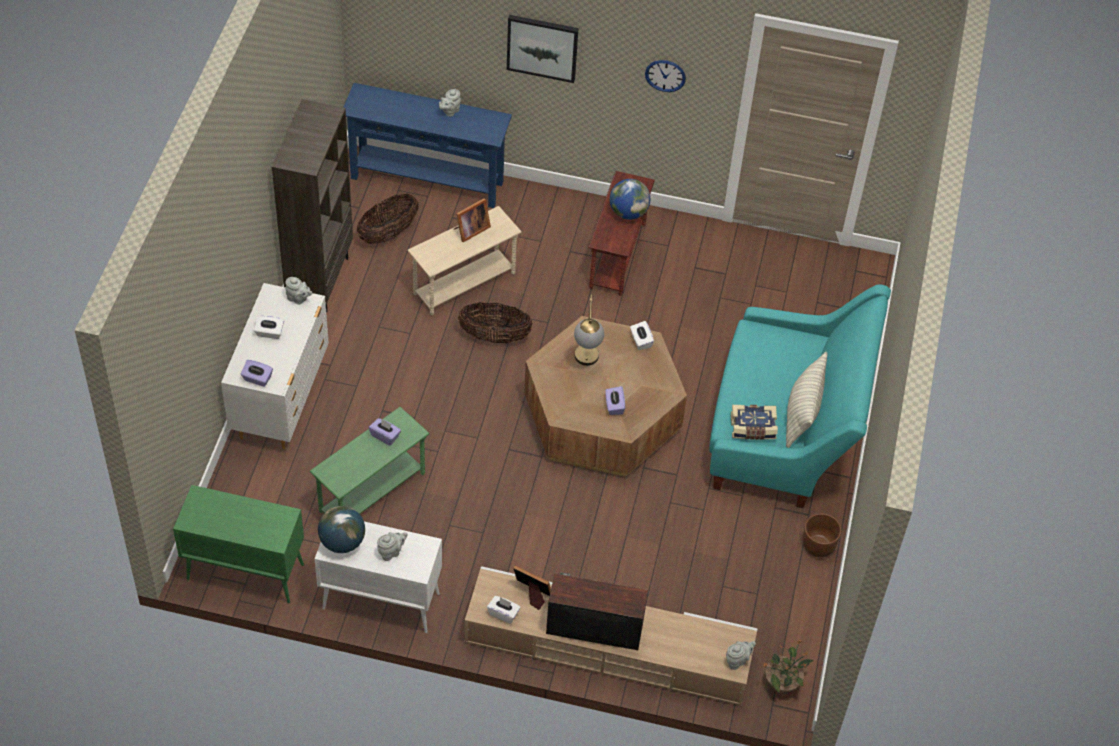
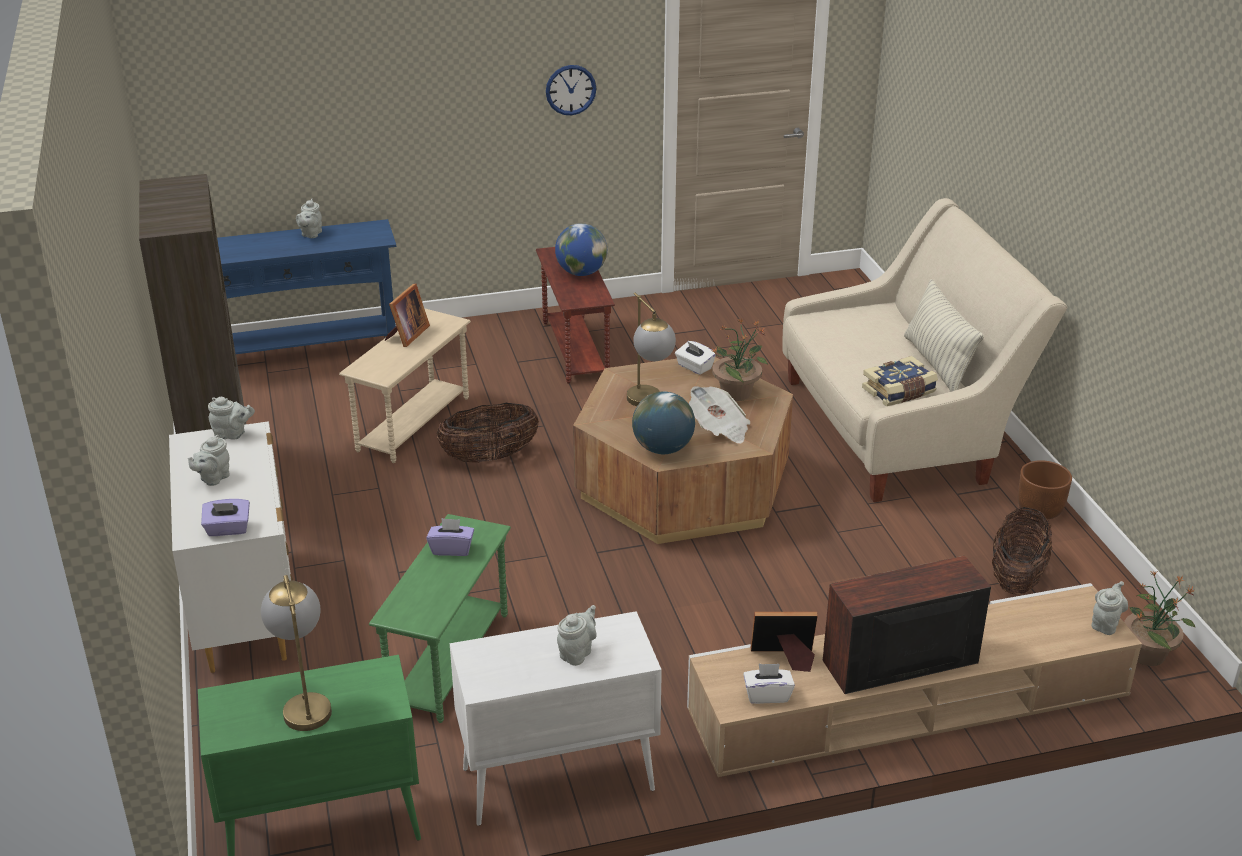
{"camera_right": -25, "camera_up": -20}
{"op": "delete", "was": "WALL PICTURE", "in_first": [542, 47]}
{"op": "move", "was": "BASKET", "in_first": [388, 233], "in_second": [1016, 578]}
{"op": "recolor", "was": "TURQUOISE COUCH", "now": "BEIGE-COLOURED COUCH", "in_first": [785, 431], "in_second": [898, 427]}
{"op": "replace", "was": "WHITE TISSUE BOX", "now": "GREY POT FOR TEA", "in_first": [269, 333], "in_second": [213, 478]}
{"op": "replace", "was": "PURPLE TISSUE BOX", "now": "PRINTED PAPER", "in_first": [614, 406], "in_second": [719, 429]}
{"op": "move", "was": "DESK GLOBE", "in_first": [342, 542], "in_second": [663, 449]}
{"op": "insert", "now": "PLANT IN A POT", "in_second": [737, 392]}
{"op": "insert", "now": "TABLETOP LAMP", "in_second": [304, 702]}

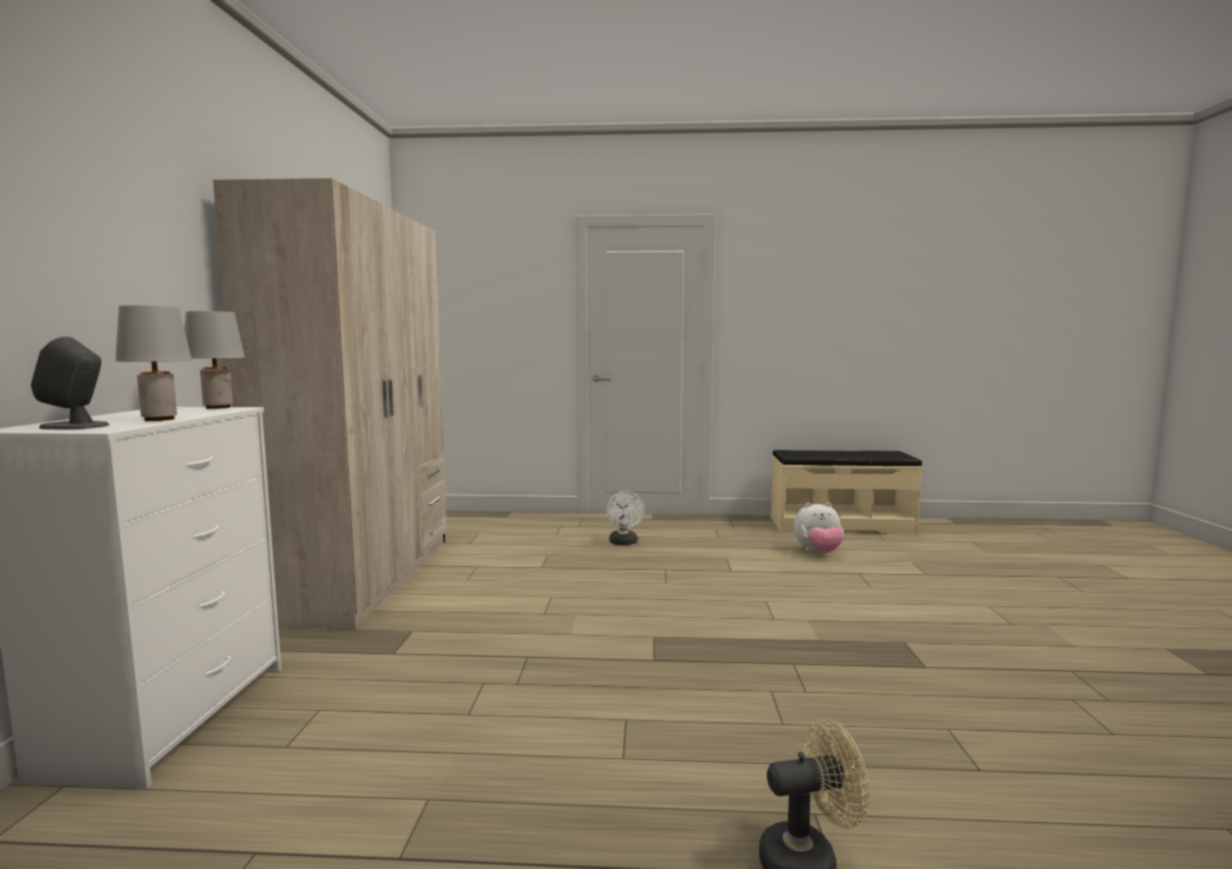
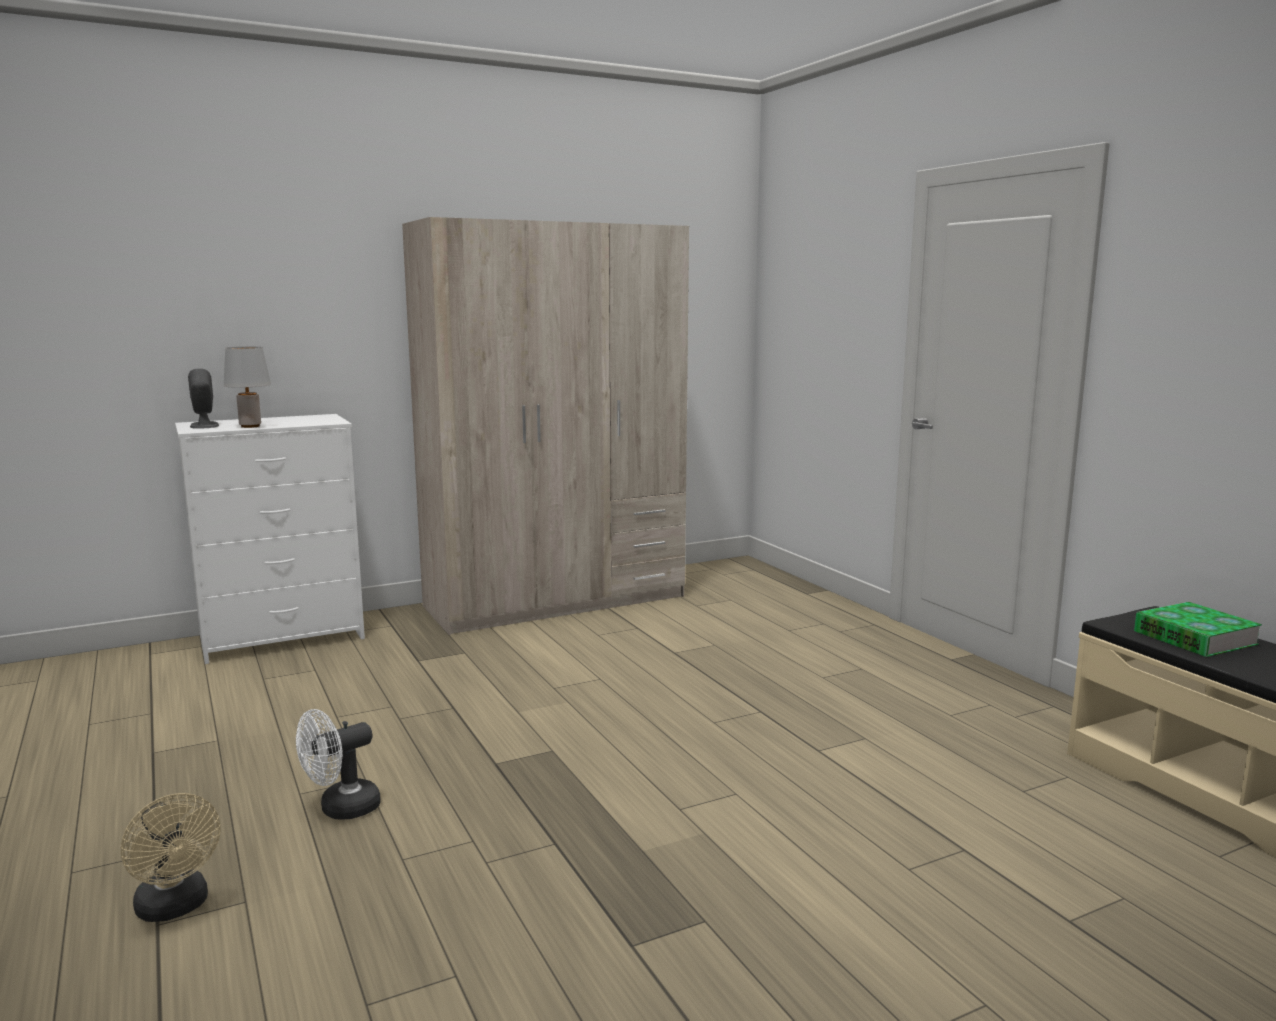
{"camera_right": 60, "camera_up": 5}
{"op": "delete", "was": "GREY TABLETOP LAMP", "in_first": [219, 407]}
{"op": "move", "was": "WHITE ELECTRIC FAN", "in_first": [624, 543], "in_second": [341, 809]}
{"op": "delete", "was": "CUDDLY TOY", "in_first": [818, 552]}
{"op": "insert", "now": "BOOK", "in_second": [1195, 638]}

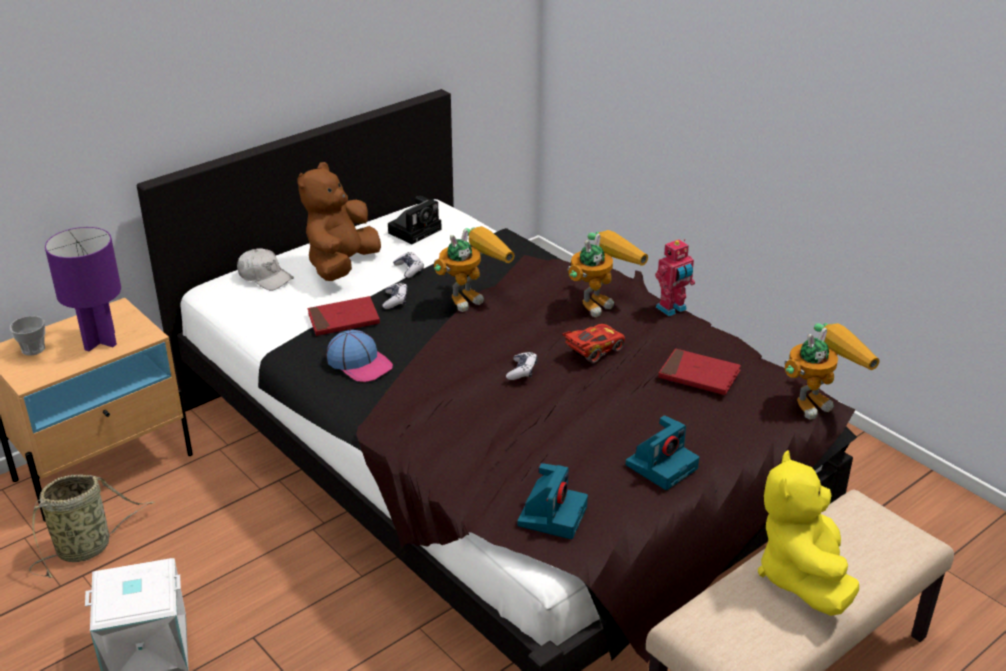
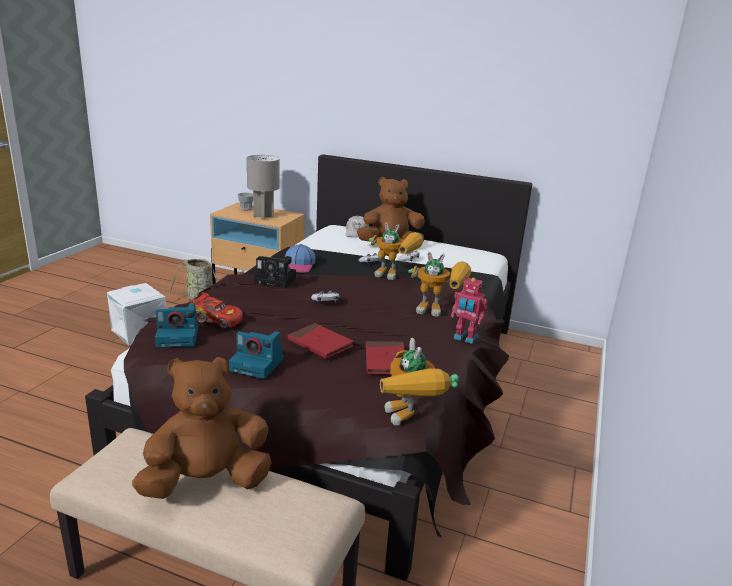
{"camera_right": 60, "camera_up": -10}
{"op": "move", "was": "PHOTO CAMERA", "in_first": [416, 230], "in_second": [277, 280]}
{"op": "recolor", "was": "PURPLE TABLETOP LAMP", "now": "GREY TABLETOP LAMP", "in_first": [99, 341], "in_second": [263, 216]}
{"op": "move", "was": "REDDISH BOOK", "in_first": [343, 319], "in_second": [320, 344]}
{"op": "rotate", "was": "TOY ROBOT", "in_first": [818, 400], "in_second": [410, 422], "clockwise": 45}
{"op": "move", "was": "REDDISH MODEL CAR", "in_first": [594, 351], "in_second": [217, 320]}
{"op": "recolor", "was": "YELLOW-COLOURED CUDDLY TOY", "now": "BROWN-COLOURED CUDDLY TOY", "in_first": [802, 576], "in_second": [207, 482]}

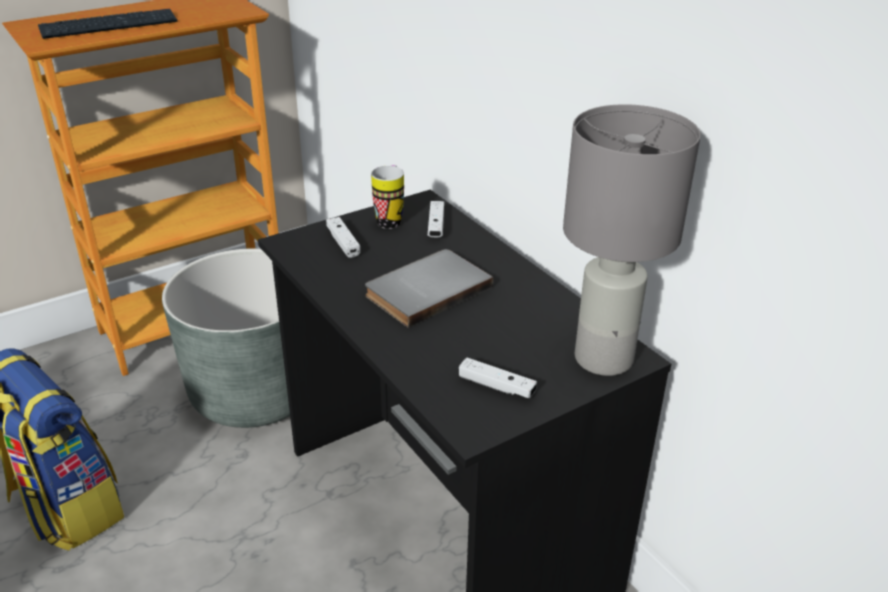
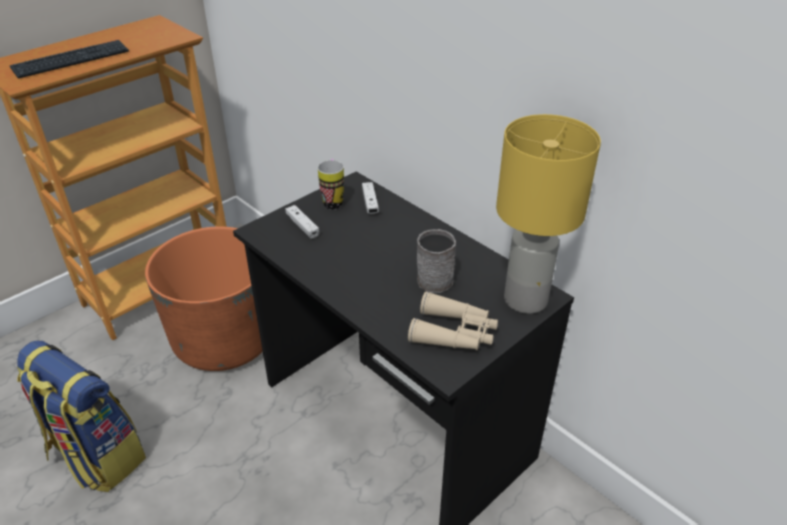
{"camera_right": -10, "camera_up": 5}
{"op": "recolor", "was": "GREY TABLETOP LAMP", "now": "YELLOW-COLOURED TABLETOP LAMP", "in_first": [603, 357], "in_second": [525, 299]}
{"op": "recolor", "was": "GREY PLANTER", "now": "ORANGEY PLANTER", "in_first": [255, 392], "in_second": [224, 339]}
{"op": "delete", "was": "GREY BOOK", "in_first": [425, 289]}
{"op": "replace", "was": "WHITE GAMEPAD", "now": "BEIGE-COLOURED FIELD GLASSES", "in_first": [496, 386], "in_second": [454, 333]}
{"op": "insert", "now": "GREY MUG", "in_second": [434, 276]}

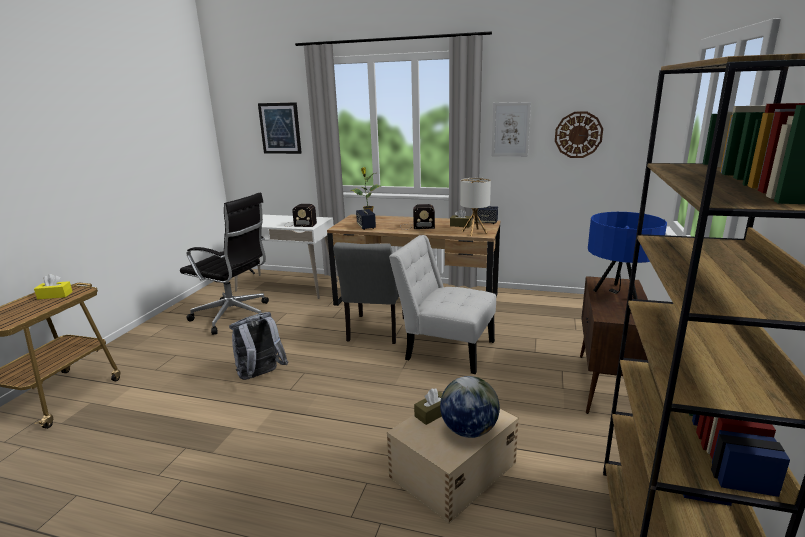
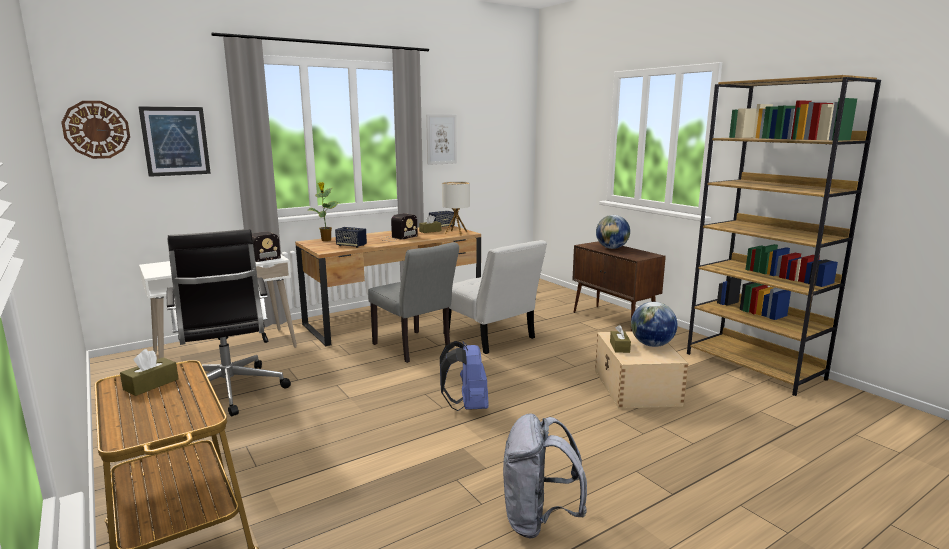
{"camera_right": -50, "camera_up": -5}
{"op": "move", "was": "CLOCK ON THE WALL", "in_first": [578, 135], "in_second": [96, 129]}
{"op": "rotate", "was": "BLACK OFFICE CHAIR", "in_first": [234, 316], "in_second": [229, 393], "clockwise": 90}
{"op": "replace", "was": "BLUE TABLETOP LAMP", "now": "DESK GLOBE", "in_first": [618, 293], "in_second": [612, 248]}
{"op": "rotate", "was": "WHITE CHAIR", "in_first": [445, 349], "in_second": [492, 338], "clockwise": -105}
{"op": "recolor", "was": "YELLOW-COLOURED TISSUE BOX", "now": "BROWN-COLOURED TISSUE BOX", "in_first": [55, 295], "in_second": [151, 384]}
{"op": "move", "was": "GREY RUCKSACK", "in_first": [261, 376], "in_second": [538, 520]}
{"op": "insert", "now": "BLUE RUCKSACK", "in_second": [467, 406]}

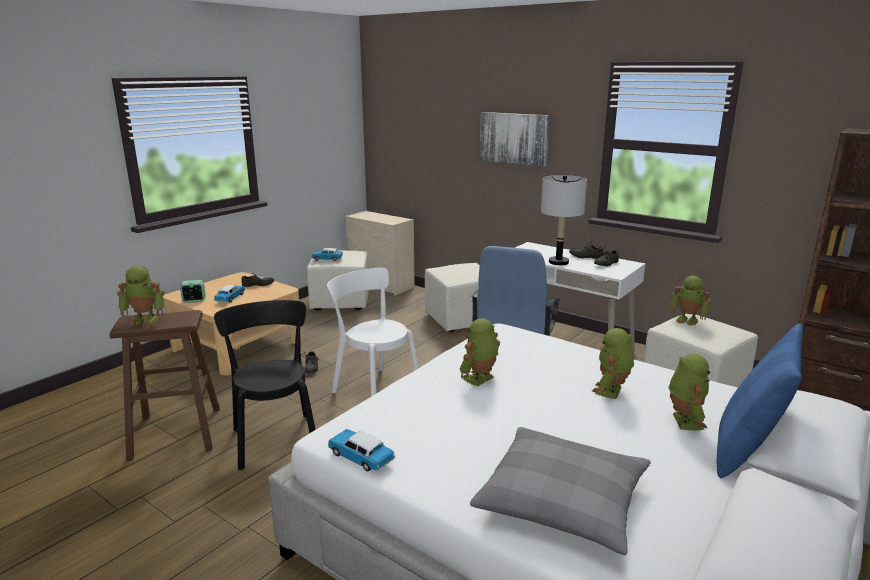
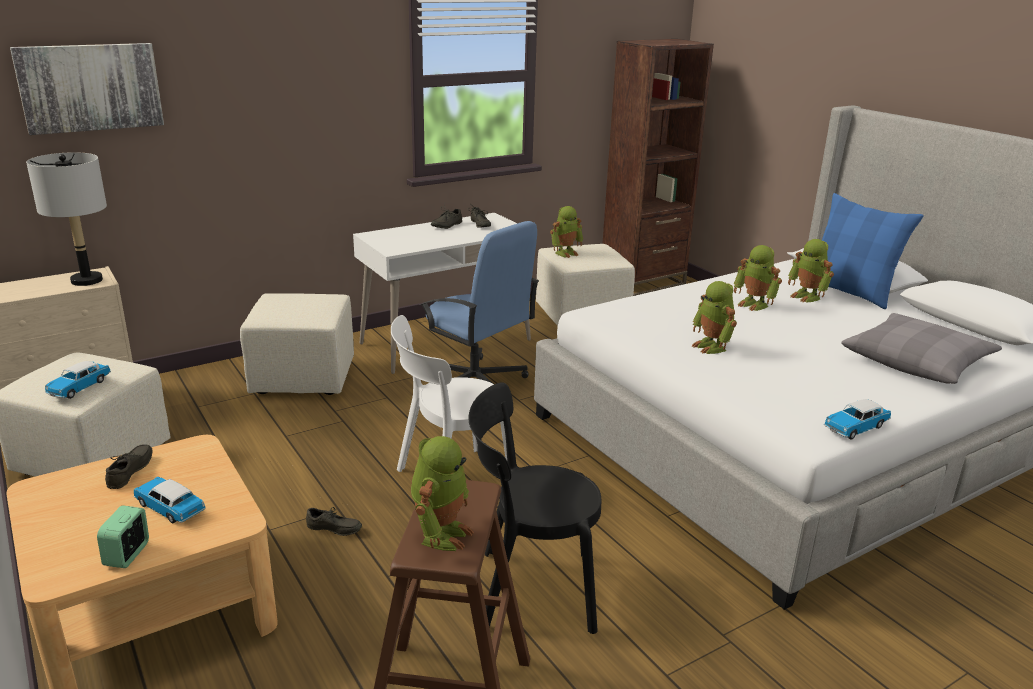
{"camera_right": -70, "camera_up": 5}
{"op": "move", "was": "WALL PICTURE", "in_first": [514, 138], "in_second": [90, 87]}
{"op": "move", "was": "GREY TABLETOP LAMP", "in_first": [558, 262], "in_second": [87, 280]}
{"op": "rotate", "was": "TOY ROBOT", "in_first": [684, 421], "in_second": [807, 296], "clockwise": -150}

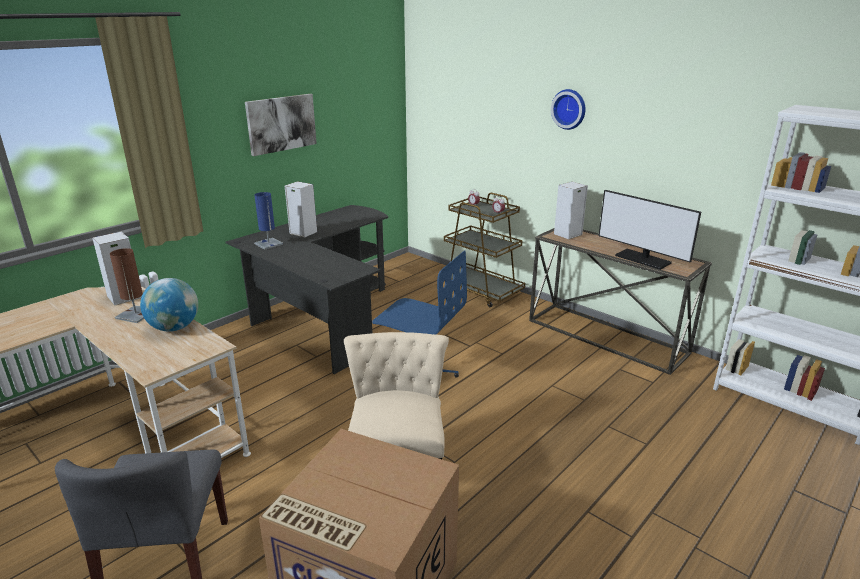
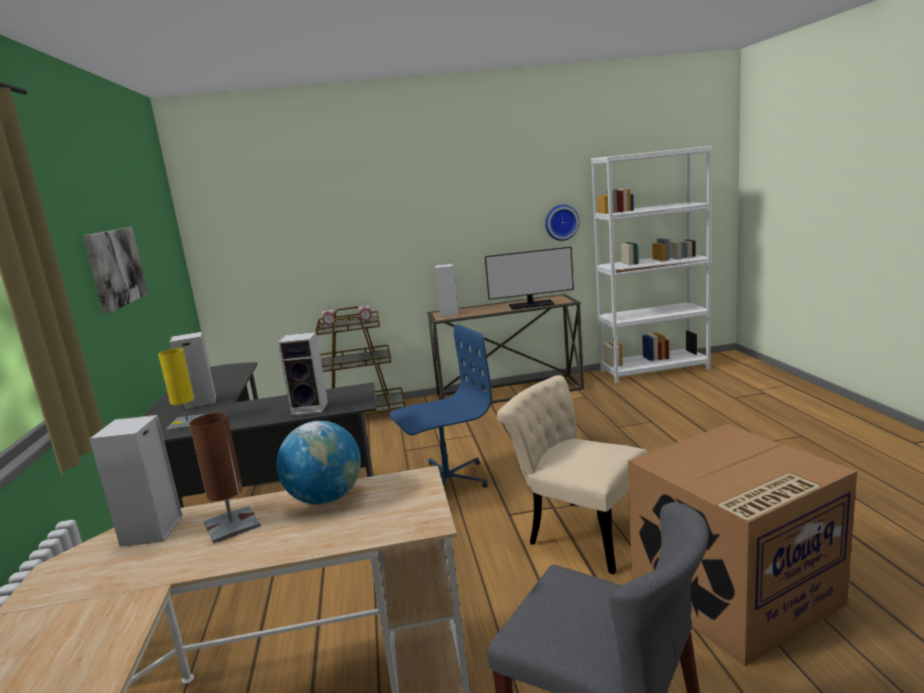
{"camera_right": -50, "camera_up": -10}
{"op": "move", "was": "CLOCK ON THE WALL", "in_first": [569, 109], "in_second": [561, 222]}
{"op": "recolor", "was": "BLUE TABLETOP LAMP", "now": "YELLOW-COLOURED TABLETOP LAMP", "in_first": [268, 244], "in_second": [187, 423]}
{"op": "insert", "now": "AUDIO SPEAKER", "in_second": [311, 408]}

